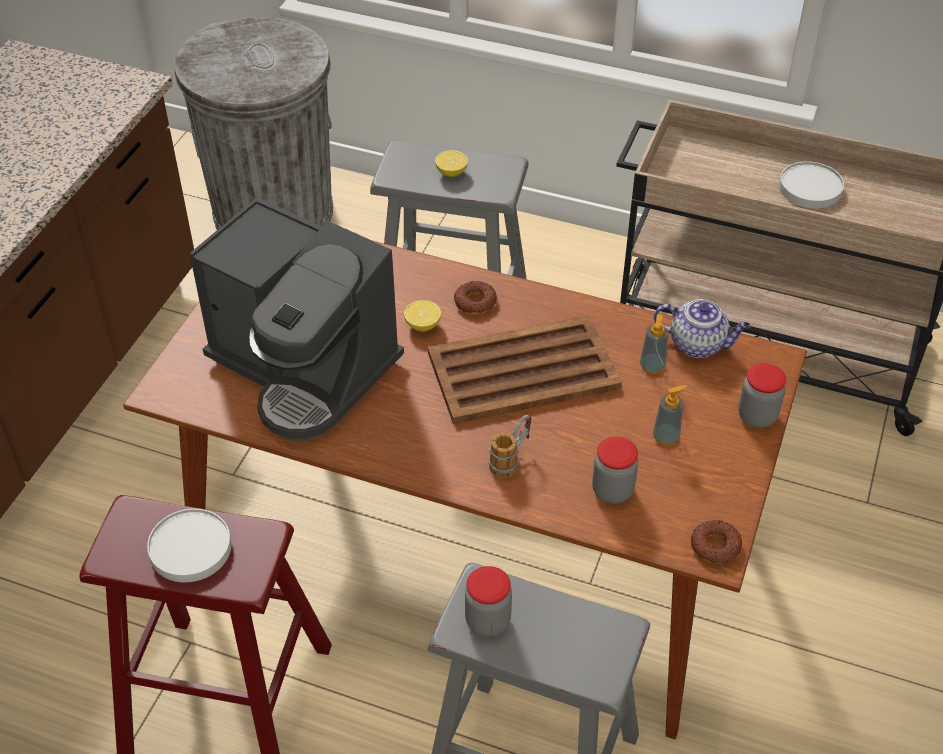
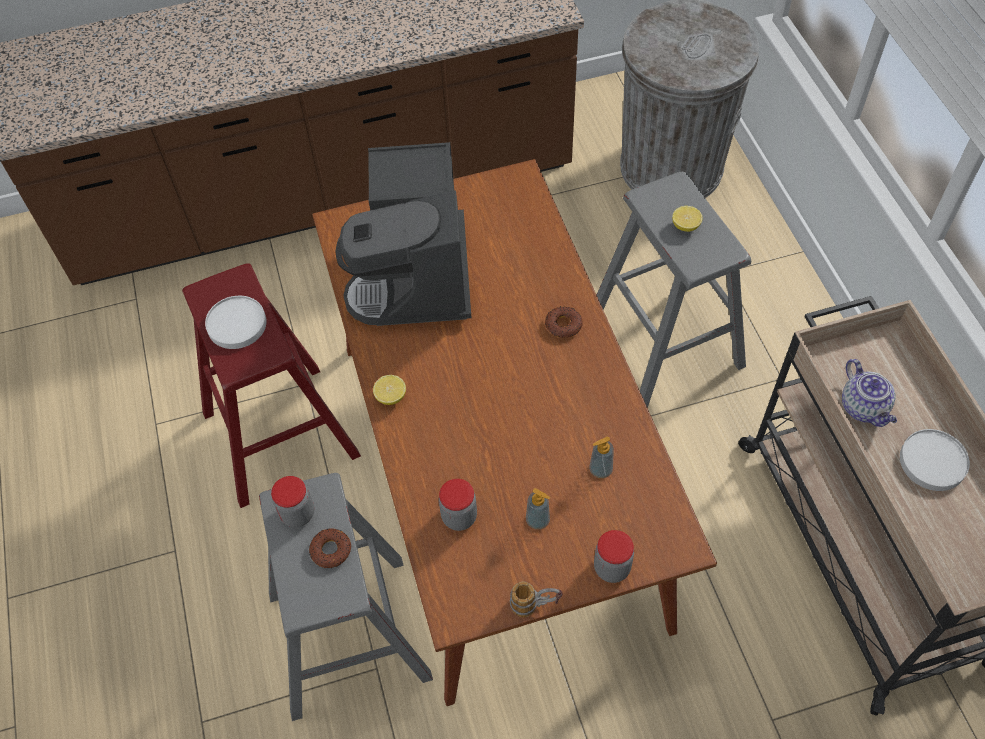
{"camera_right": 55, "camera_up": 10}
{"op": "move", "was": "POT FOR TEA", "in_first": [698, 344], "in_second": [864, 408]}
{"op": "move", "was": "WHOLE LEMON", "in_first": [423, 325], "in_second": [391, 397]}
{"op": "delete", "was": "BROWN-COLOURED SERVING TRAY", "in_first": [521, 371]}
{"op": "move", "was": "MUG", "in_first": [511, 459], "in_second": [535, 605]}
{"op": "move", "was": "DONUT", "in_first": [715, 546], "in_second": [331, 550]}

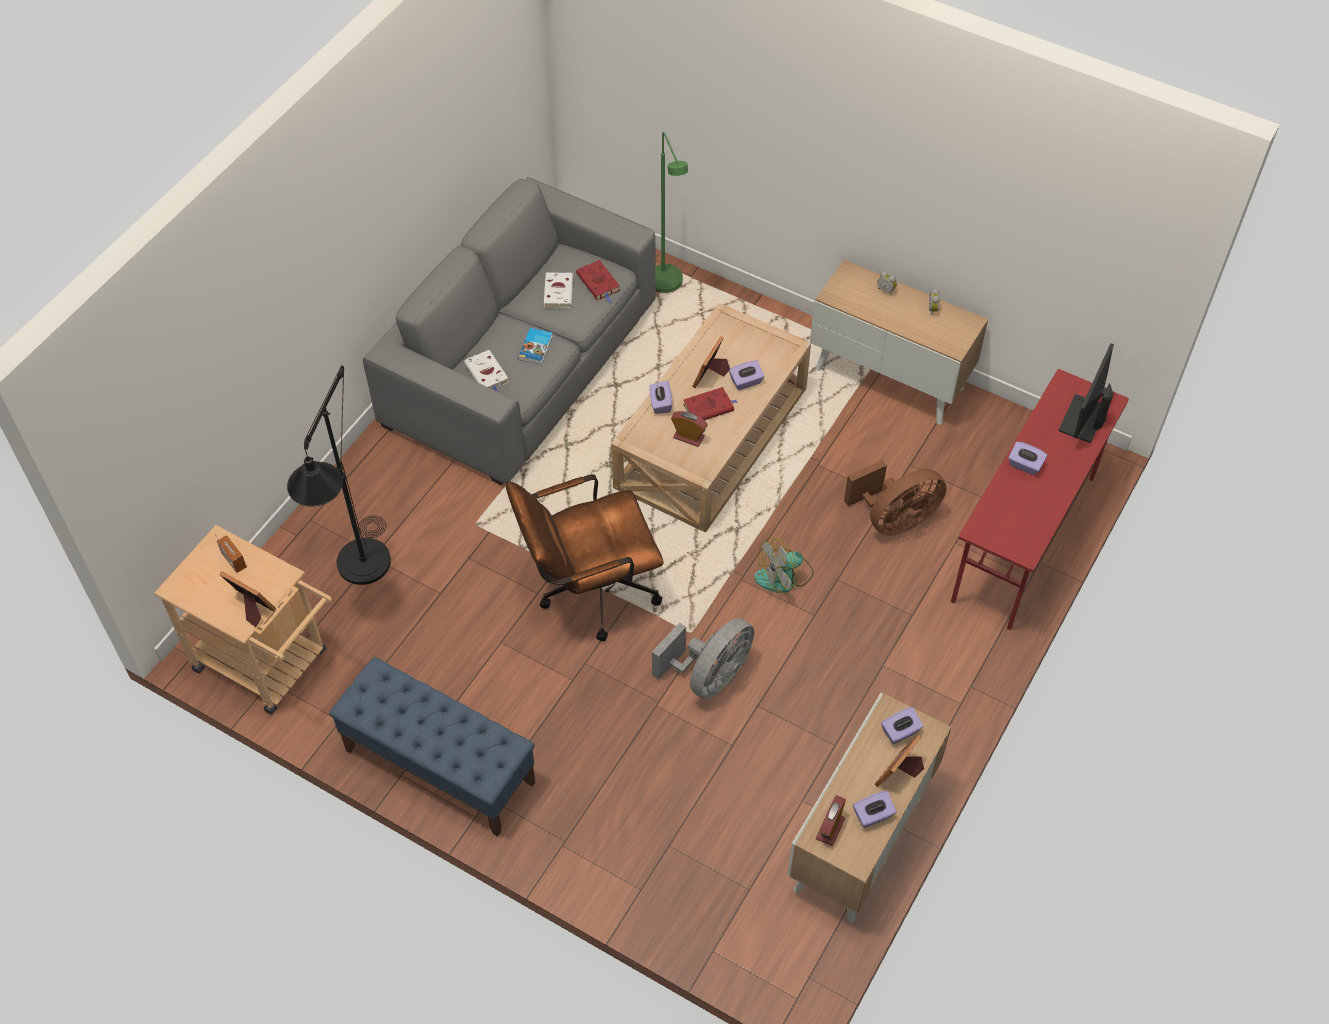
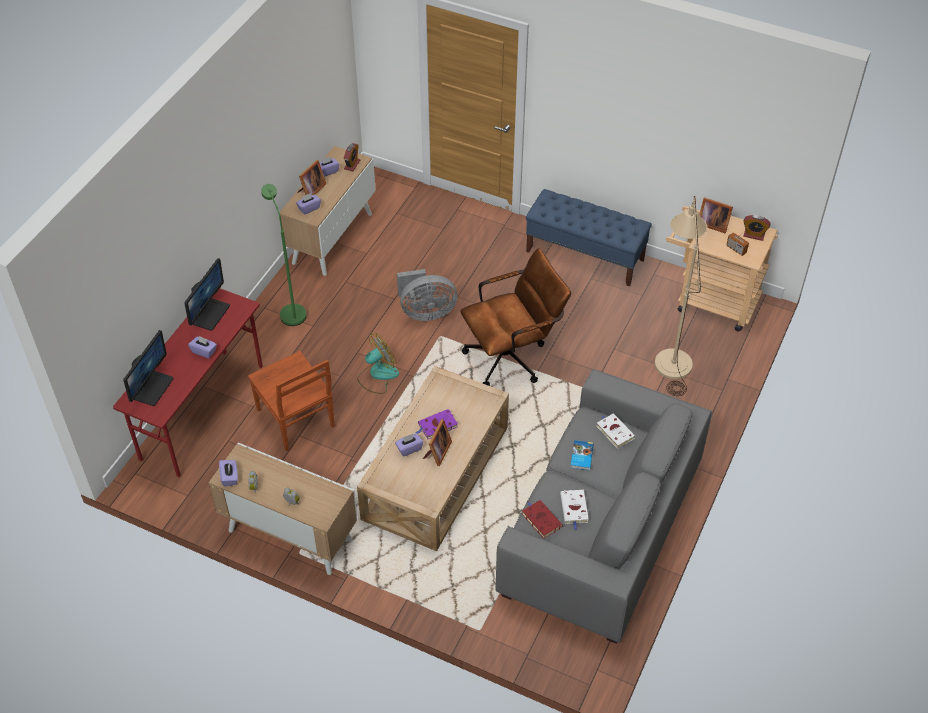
{"camera_right": 175, "camera_up": -5}
{"op": "move", "was": "GREEN-COLOURED STANDARD LAMP", "in_first": [668, 287], "in_second": [291, 311]}
{"op": "recolor", "was": "BLACK STANDARD LAMP", "now": "BEIGE-COLOURED STANDARD LAMP", "in_first": [360, 575], "in_second": [672, 356]}
{"op": "move", "was": "PURPLE TISSUE BOX", "in_first": [660, 404], "in_second": [230, 477]}
{"op": "recolor", "was": "REDDISH BOOK", "now": "PURPLE BOOK", "in_first": [709, 407], "in_second": [437, 426]}
{"op": "move", "was": "ALARM CLOCK", "in_first": [688, 437], "in_second": [754, 235]}
{"op": "replace", "was": "BROWN-COLOURED ELECTRIC FAN", "now": "BROWN-COLOURED CHAIR", "in_first": [894, 519], "in_second": [296, 419]}
{"op": "rotate", "was": "GREY ELECTRIC FAN", "in_first": [709, 676], "in_second": [426, 312], "clockwise": -135}
{"op": "insert", "now": "MONITOR", "in_second": [209, 314]}

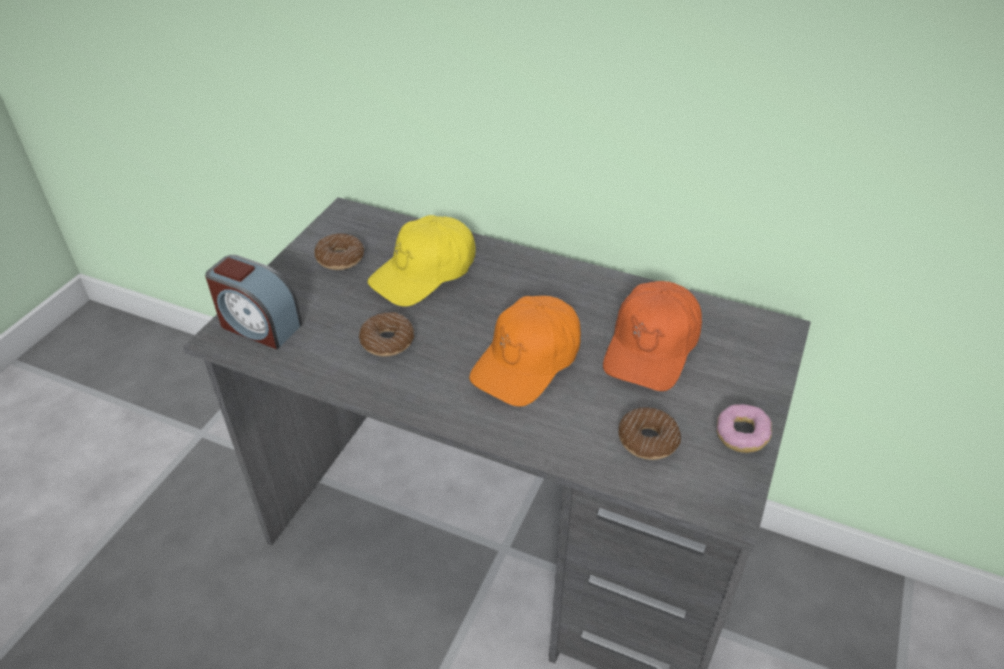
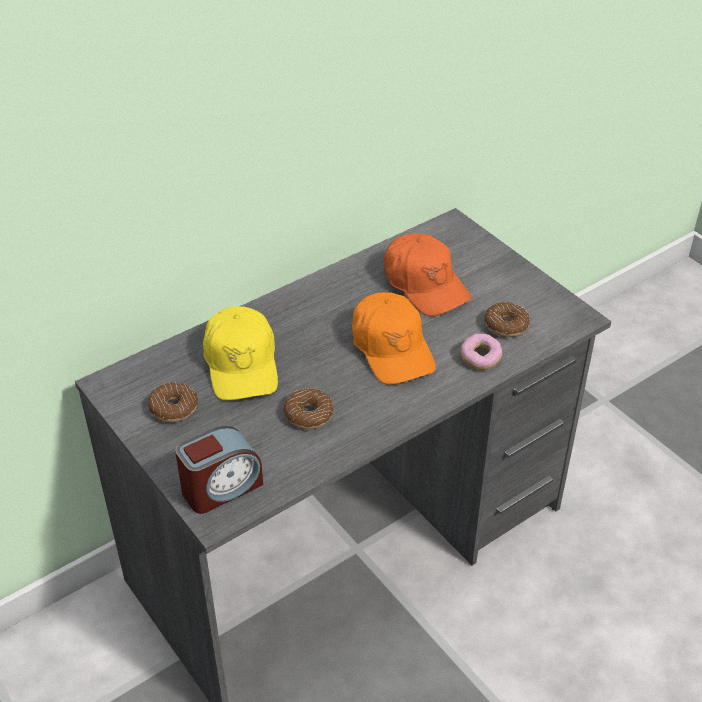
{"camera_right": -60, "camera_up": 0}
{"op": "move", "was": "DONUT", "in_first": [741, 436], "in_second": [480, 358]}

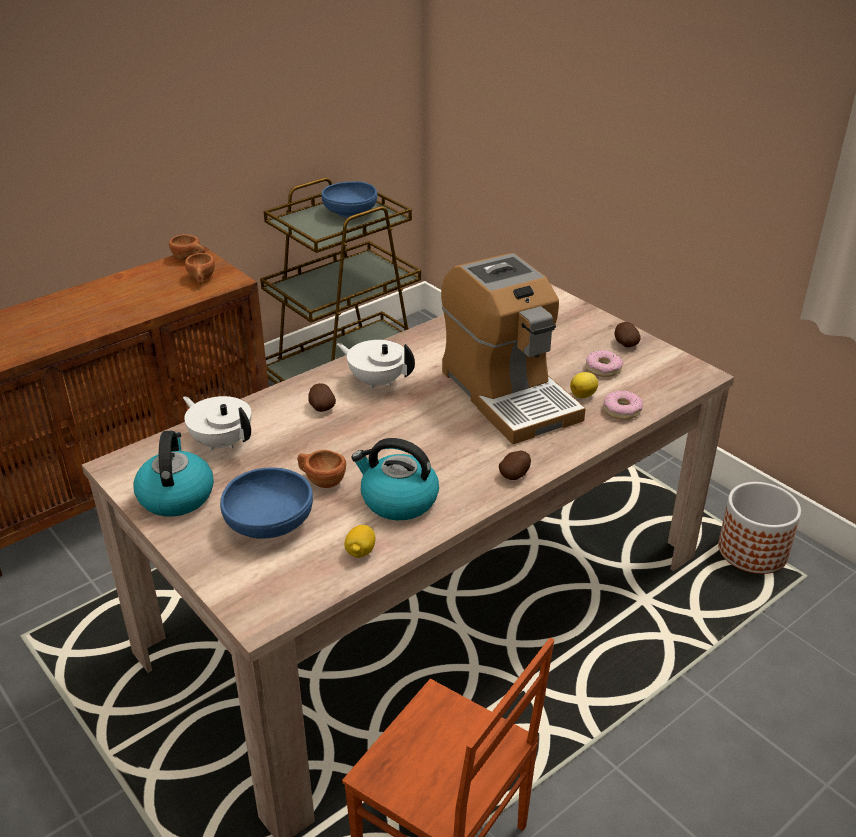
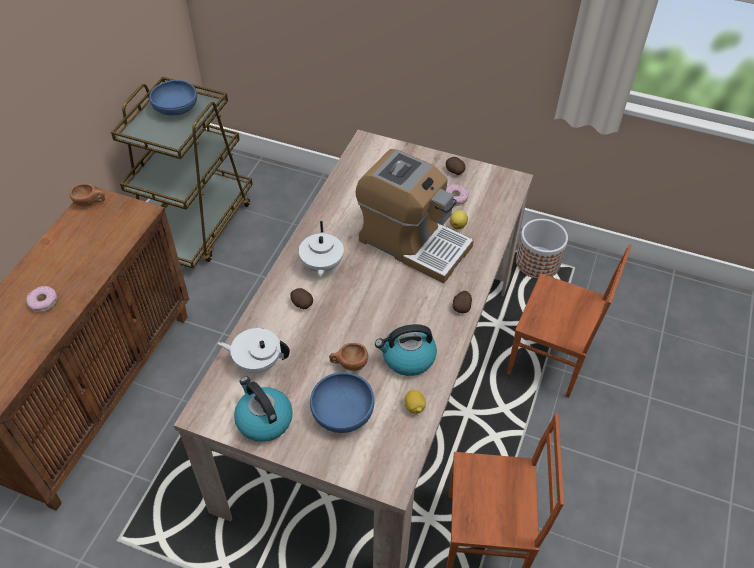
{"camera_right": -30, "camera_up": 15}
{"op": "delete", "was": "BROWN-COLOURED CUP", "in_first": [201, 280]}
{"op": "rotate", "was": "WHITE POT FOR TEA", "in_first": [377, 381], "in_second": [321, 266], "clockwise": -90}
{"op": "move", "was": "DONUT", "in_first": [621, 410], "in_second": [43, 302]}
{"op": "insert", "now": "BROWN-COLOURED CHAIR", "in_second": [549, 360]}

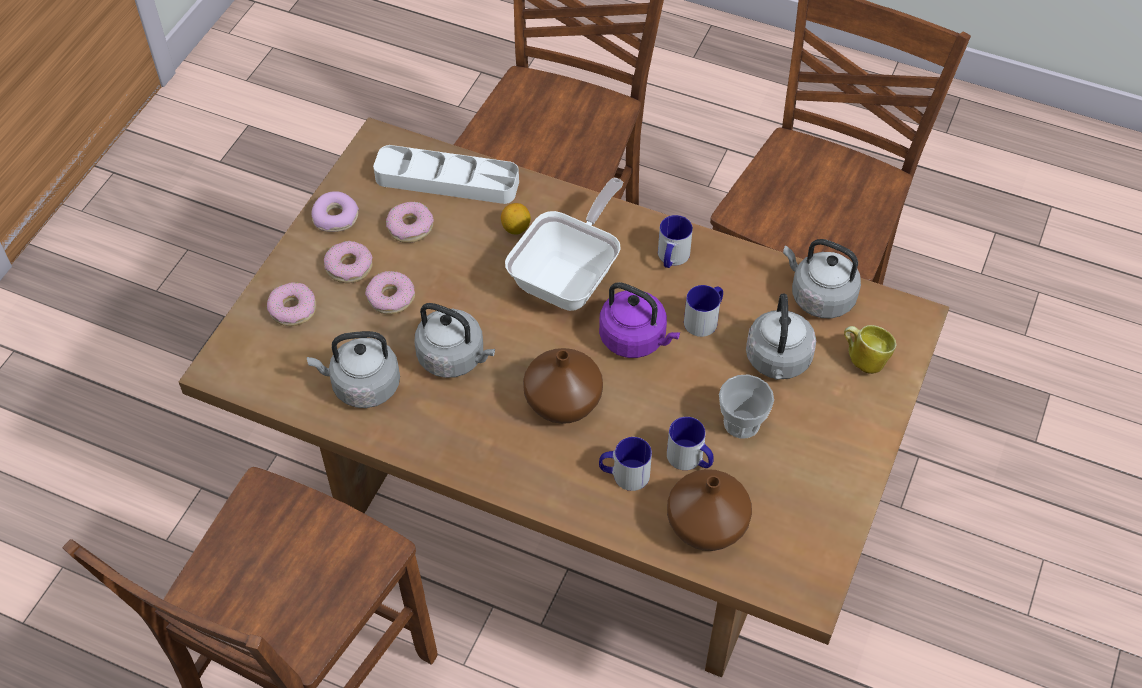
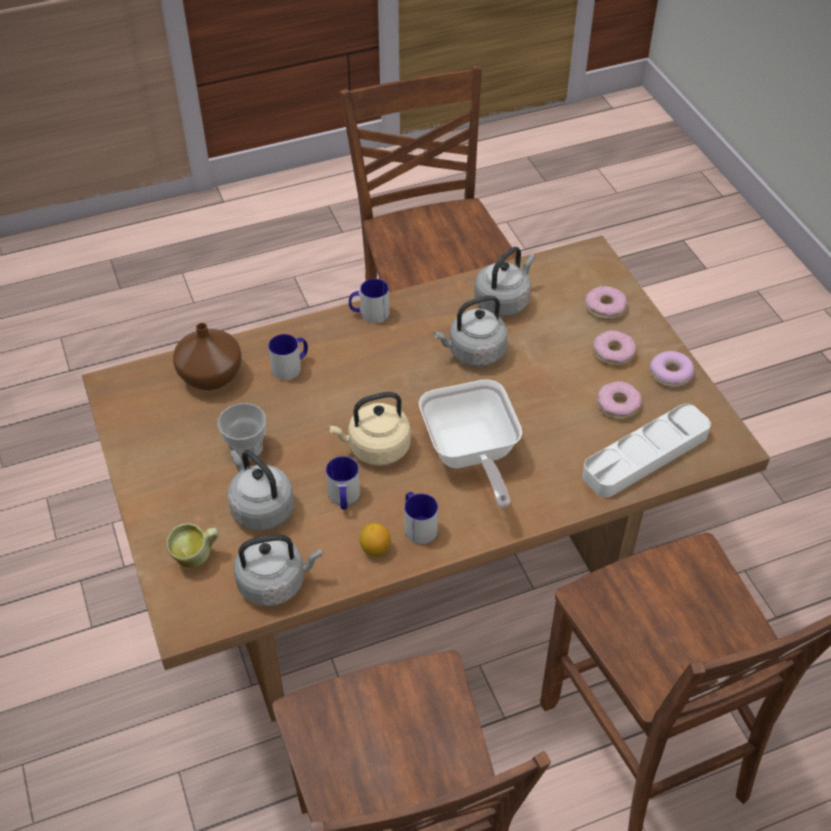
{"camera_right": 135, "camera_up": -5}
{"op": "move", "was": "WHOLE LEMON", "in_first": [516, 228], "in_second": [375, 548]}
{"op": "delete", "was": "DONUT", "in_first": [391, 297]}
{"op": "recolor", "was": "PURPLE TEA KETTLE", "now": "BEIGE-COLOURED TEA KETTLE", "in_first": [636, 339], "in_second": [375, 448]}
{"op": "delete", "was": "BROWN-COLOURED DECORATIVE VASE", "in_first": [564, 403]}
{"op": "move", "was": "MUG", "in_first": [690, 459], "in_second": [369, 313]}

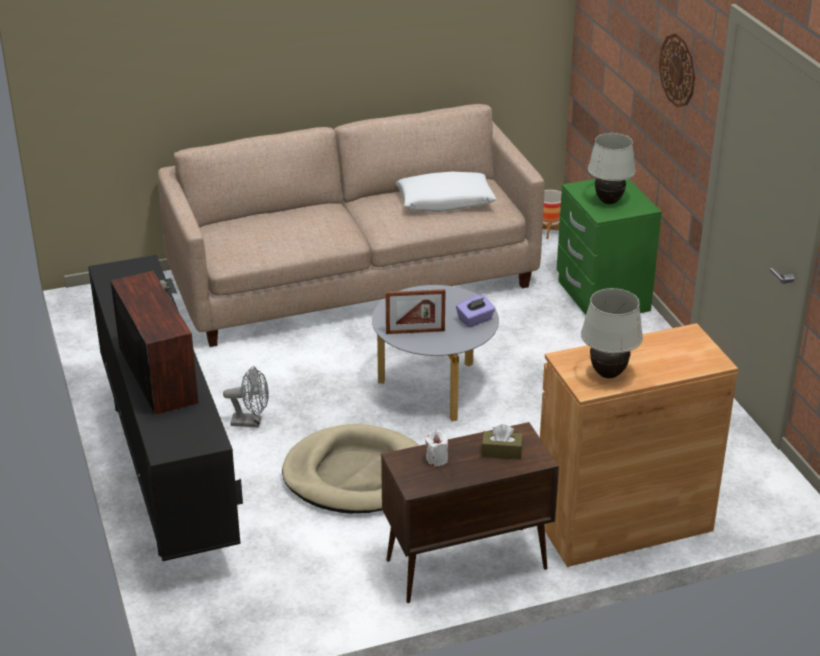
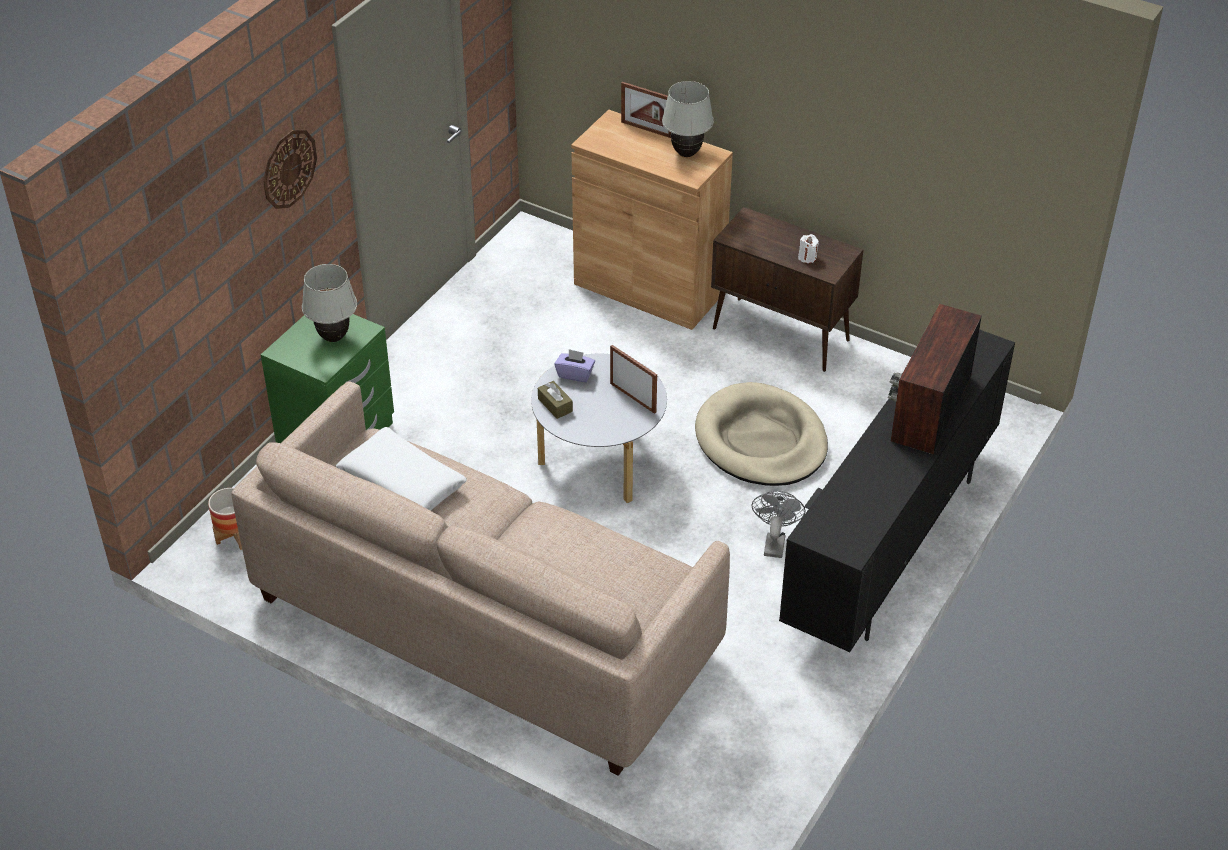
{"camera_right": -130, "camera_up": 10}
{"op": "rotate", "was": "GREY ELECTRIC FAN", "in_first": [251, 422], "in_second": [774, 542], "clockwise": 45}
{"op": "move", "was": "BROWN-COLOURED TISSUE BOX", "in_first": [501, 452], "in_second": [555, 405]}
{"op": "insert", "now": "PHOTO FRAME", "in_second": [646, 129]}

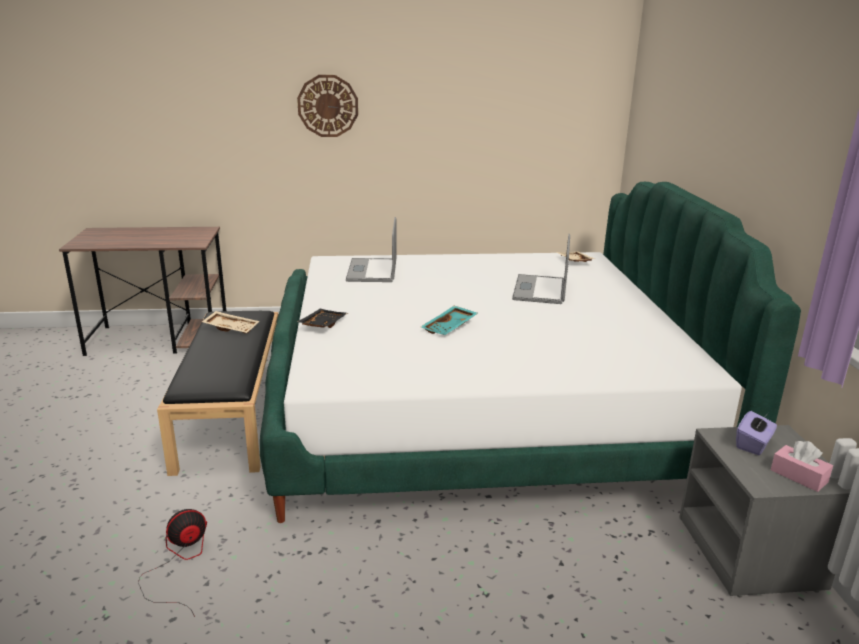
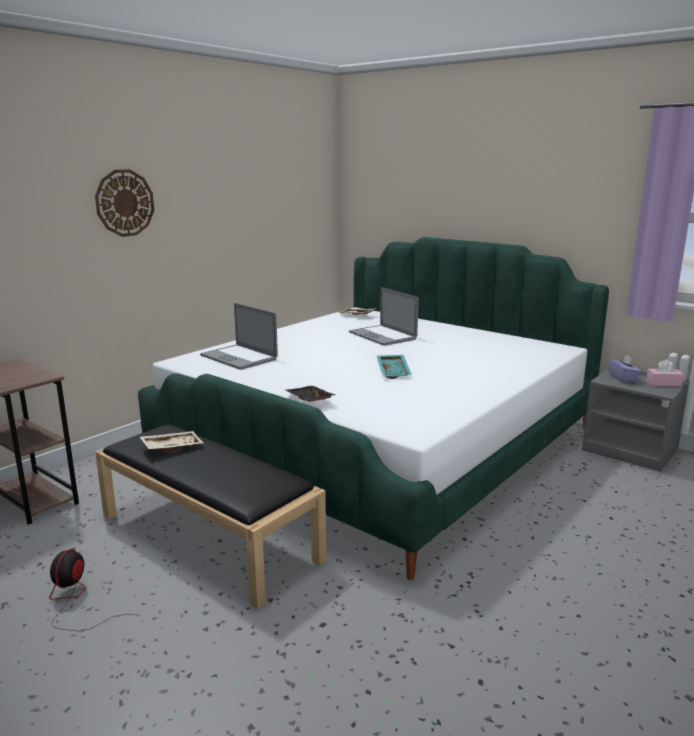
{"camera_right": -45, "camera_up": -5}
{"op": "move", "was": "ELECTRIC FAN", "in_first": [180, 563], "in_second": [76, 601]}

